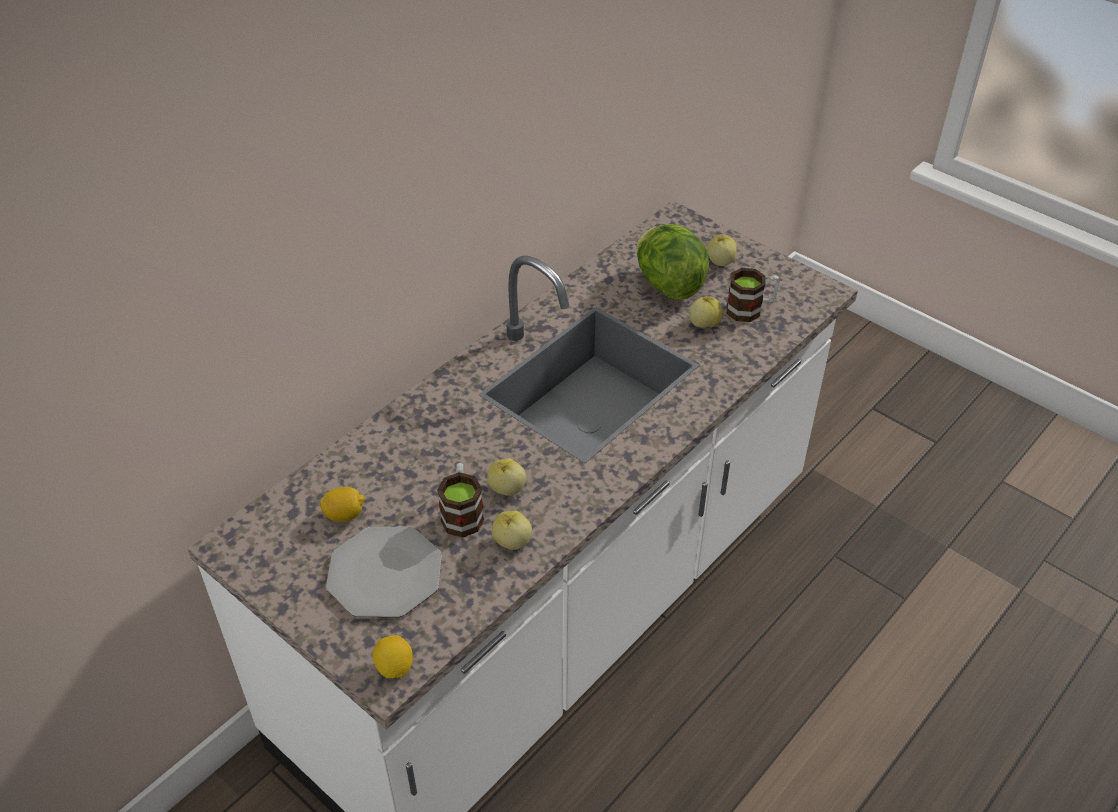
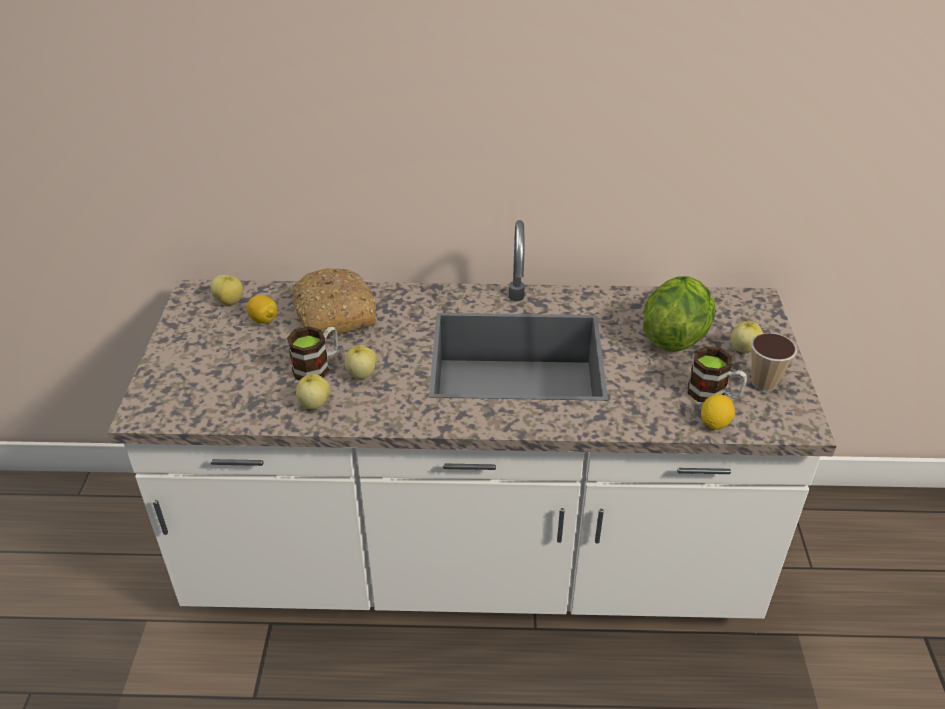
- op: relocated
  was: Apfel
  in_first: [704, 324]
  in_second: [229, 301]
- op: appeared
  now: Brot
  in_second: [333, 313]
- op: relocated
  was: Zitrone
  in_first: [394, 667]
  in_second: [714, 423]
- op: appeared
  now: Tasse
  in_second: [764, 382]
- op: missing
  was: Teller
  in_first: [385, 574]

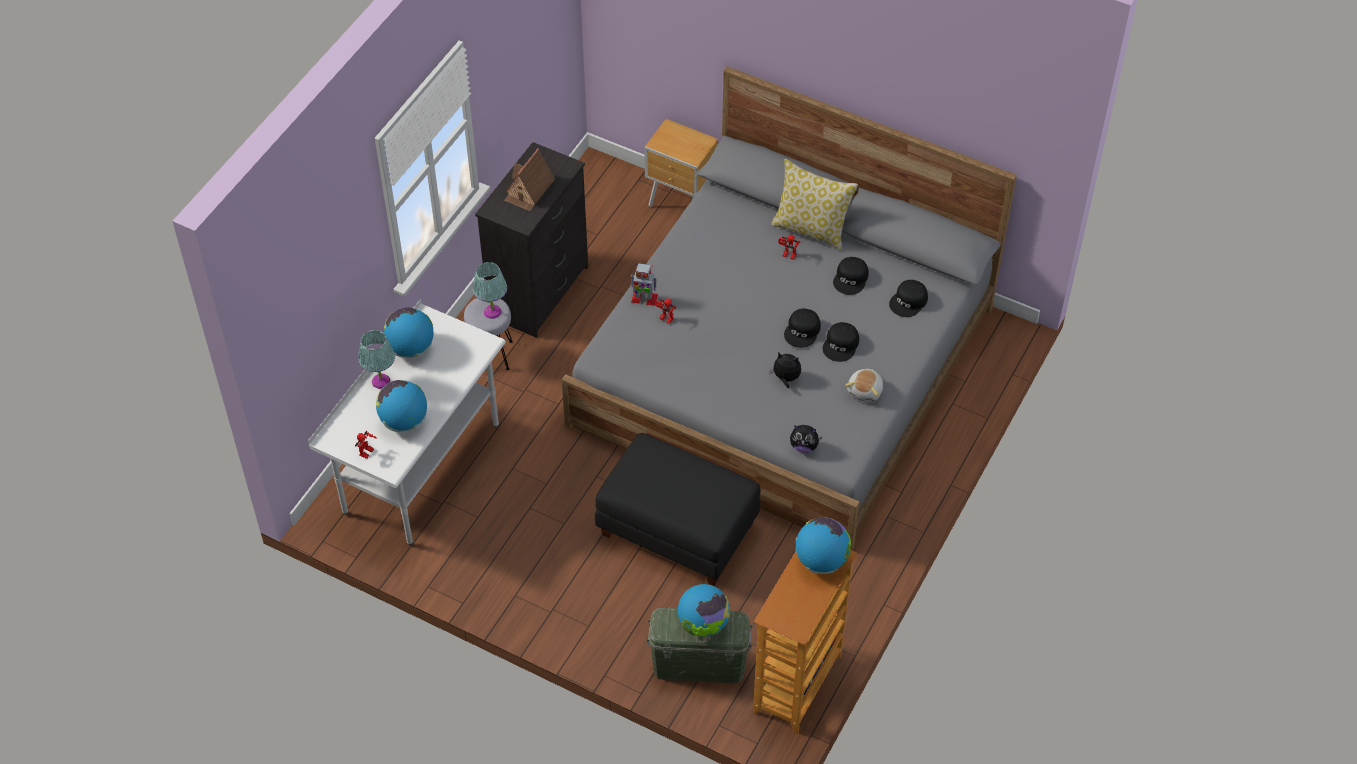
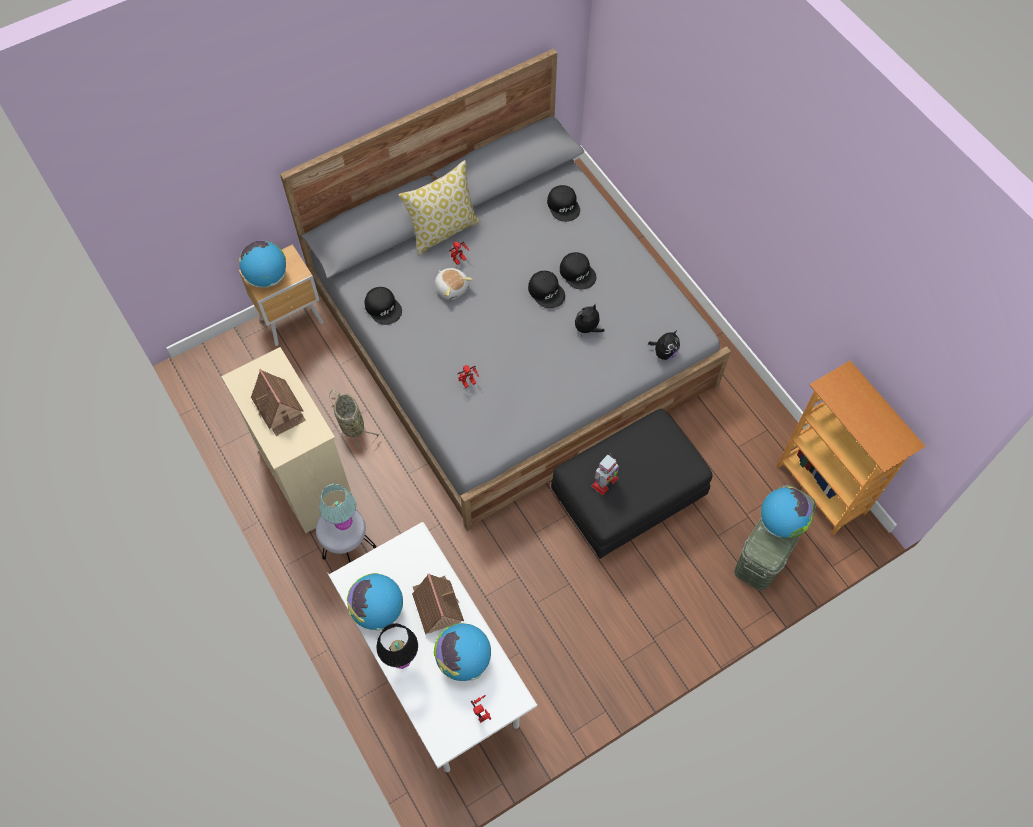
- op: colour
  was: Kommode [schwarz]
  now: Kommode [beige]
  in_first: [540, 291]
  in_second: [307, 477]
- op: relocated
  was: Globus
  in_first: [821, 560]
  in_second: [267, 277]
- op: appeared
  now: Korb
  in_second: [351, 425]
- op: relocated
  was: Kappe [schwarz]
  in_first: [851, 279]
  in_second: [383, 307]
- op: colour
  was: Tischlampe [türkis]
  now: Tischlampe [schwarz]
  in_first: [380, 381]
  in_second: [401, 658]
- op: appeared
  now: Spielzeughaus
  in_second: [437, 605]
- op: relocated
  was: Plüschtier
  in_first: [865, 391]
  in_second: [452, 288]
- op: relocated
  was: Spielzeugroboter
  in_first: [643, 298]
  in_second: [604, 482]

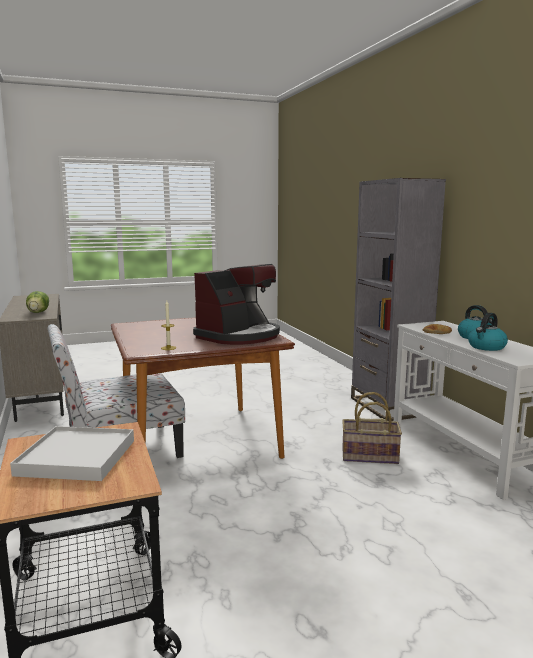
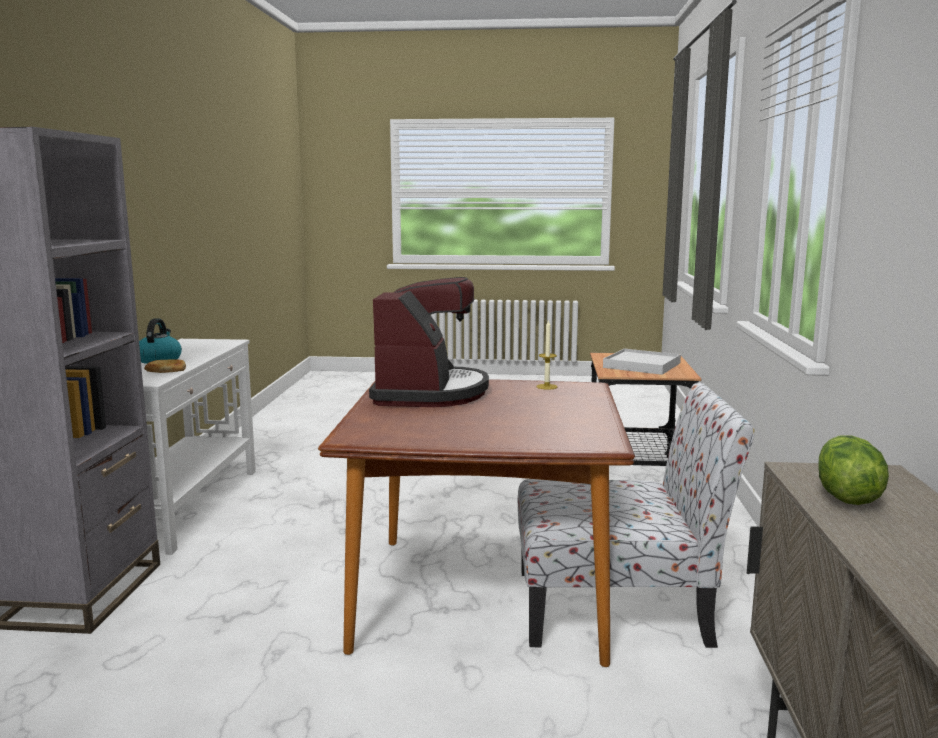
- op: spun
  was: Kaffeemaschine
  in_first: [239, 336]
  in_second: [429, 393]
  clockwise: 120
- op: missing
  was: Korb
  in_first: [369, 456]
- op: missing
  was: Wasserkessel
  in_first: [486, 347]

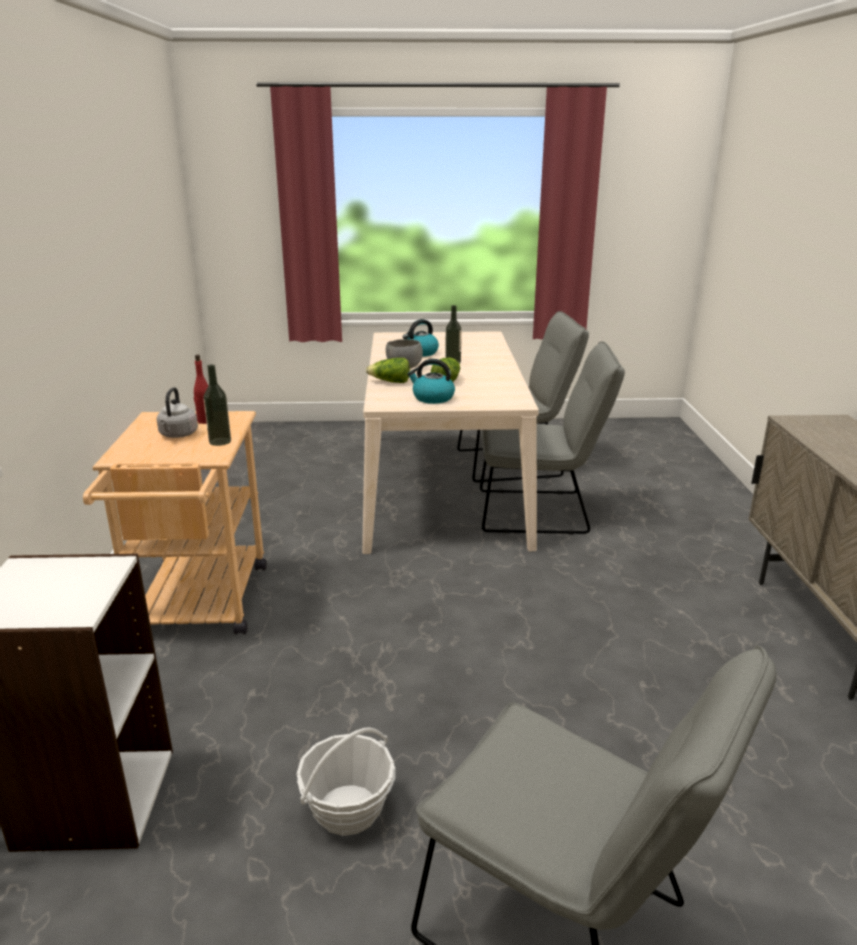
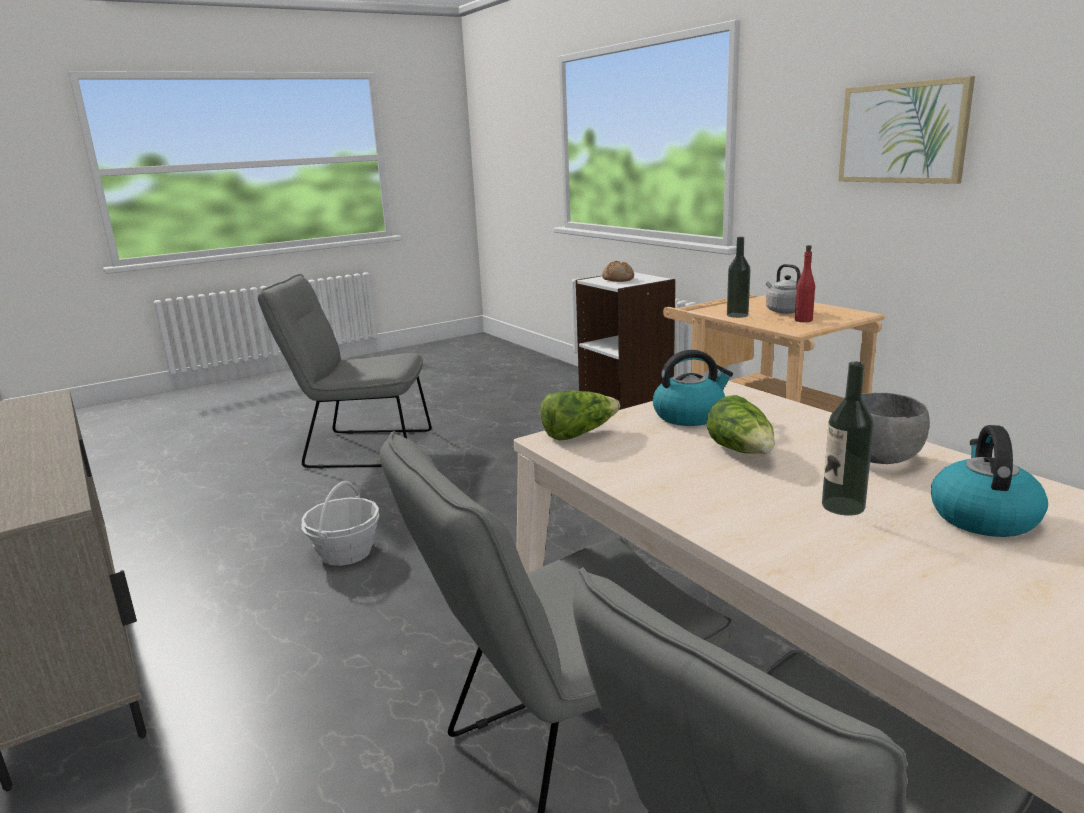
- op: relocated
  was: Korb
  in_first: [348, 809]
  in_second: [346, 552]
- op: relocated
  was: Salatkopf
  in_first: [390, 382]
  in_second: [578, 434]
- op: appeared
  now: Brot
  in_second: [618, 279]
- op: appeared
  now: Bild
  in_second: [903, 133]

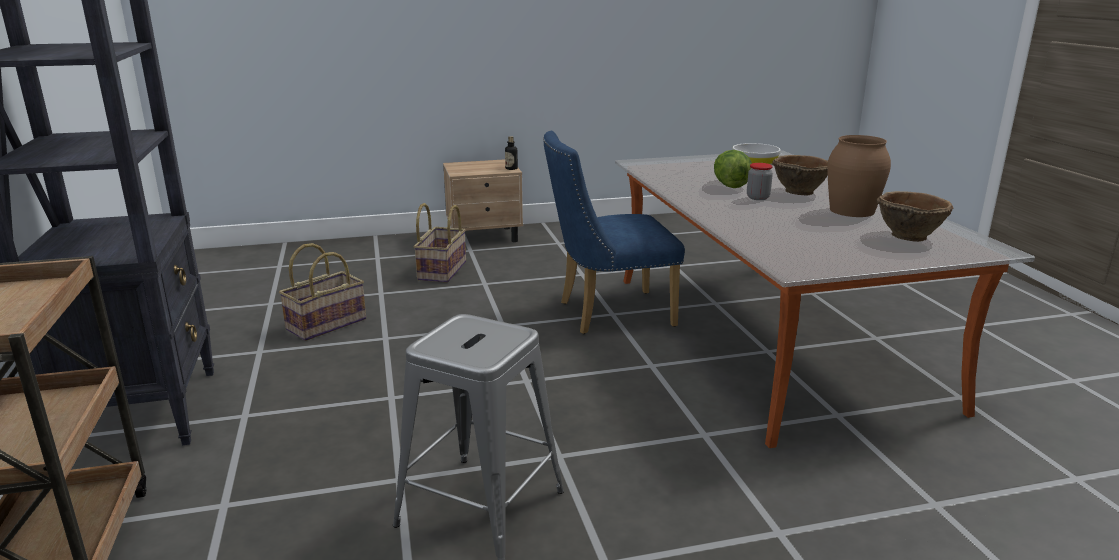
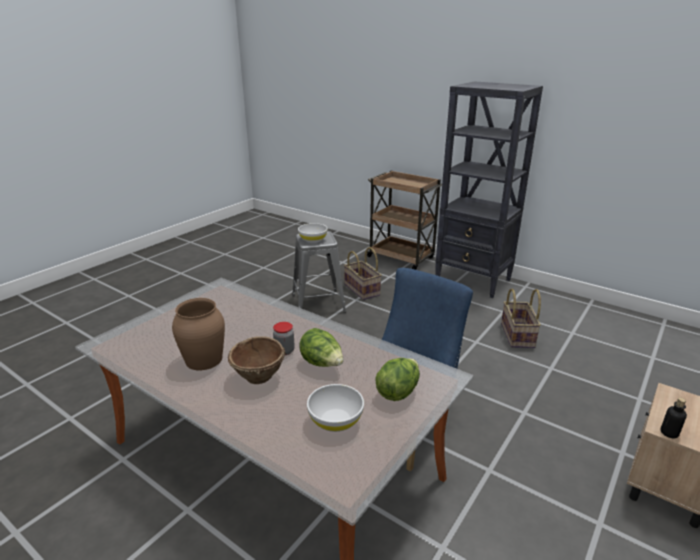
- op: appeared
  now: Schüssel [weiß]
  in_second: [313, 240]
- op: relocated
  was: Korb
  in_first: [441, 270]
  in_second: [362, 290]
- op: appeared
  now: Salatkopf
  in_second: [398, 391]
- op: missing
  was: Schüssel [braun]
  in_first: [908, 236]

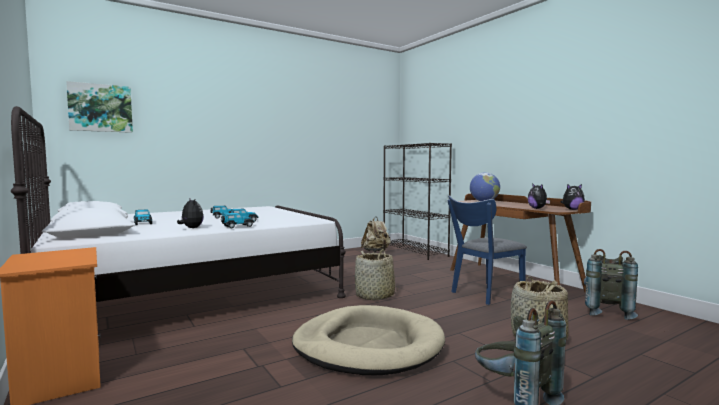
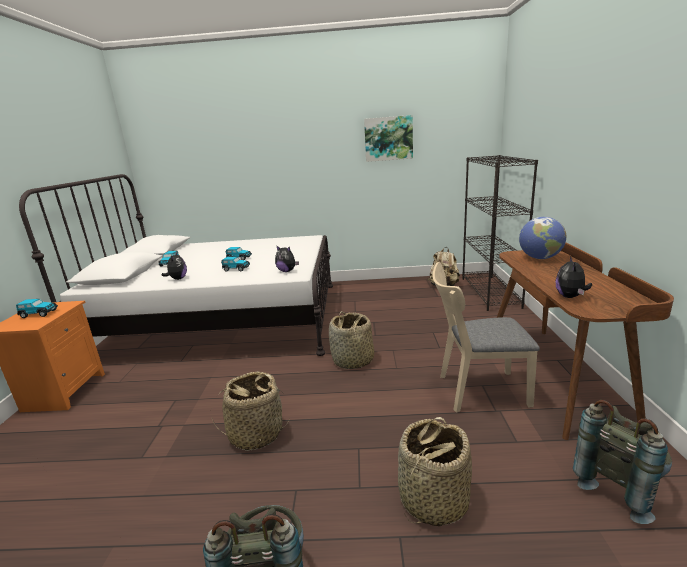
- op: relocated
  was: Spielzeugauto
  in_first: [237, 226]
  in_second: [38, 314]
- op: exchanged
  was: Hundebett [beige]
  now: Korb
  in_first: [368, 346]
  in_second: [255, 433]
- op: relocated
  was: Plüschtier
  in_first: [572, 209]
  in_second: [287, 271]
- op: relocated
  was: Bild
  in_first: [100, 108]
  in_second: [388, 138]
- op: colour
  was: Stuhl [blau]
  now: Stuhl [beige]
  in_first: [484, 294]
  in_second: [476, 391]

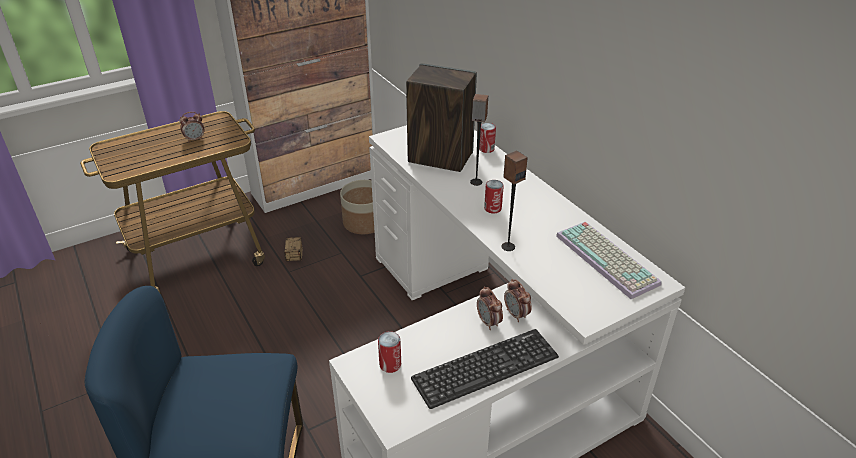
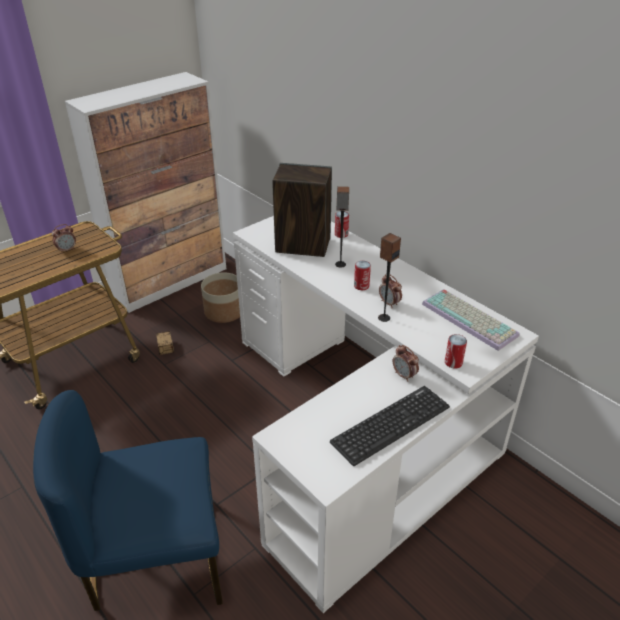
- op: relocated
  was: Wecker
  in_first: [488, 322]
  in_second: [389, 303]
- op: relocated
  was: Dose
  in_first: [390, 364]
  in_second: [453, 362]

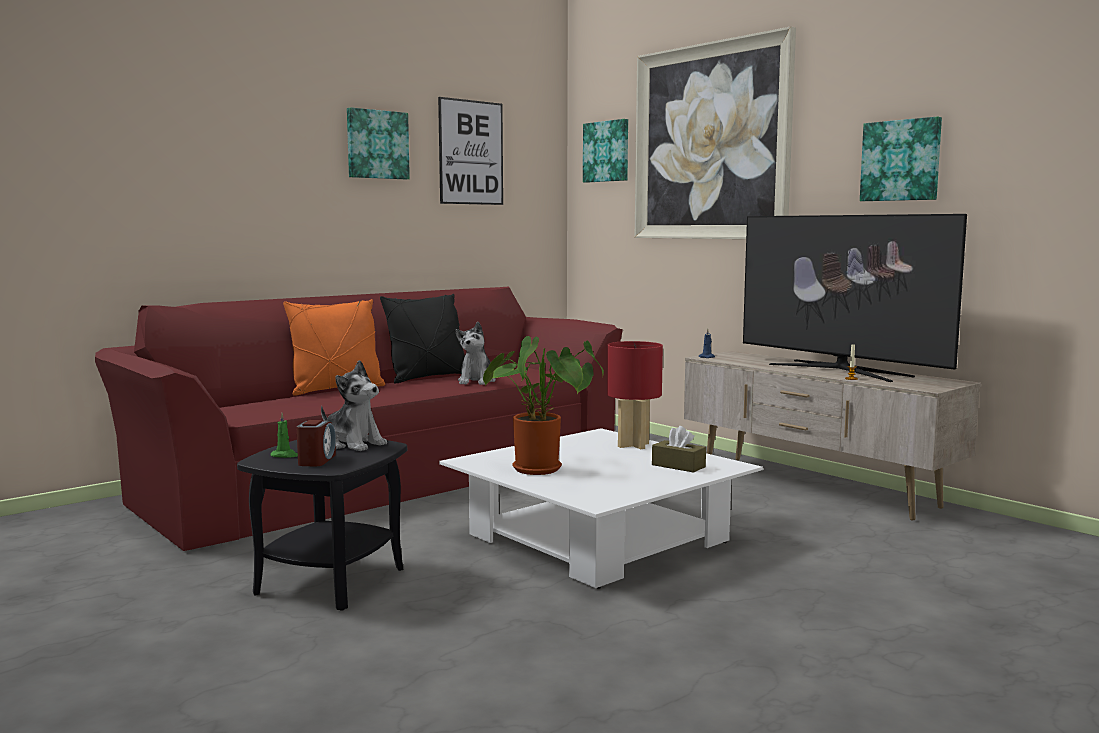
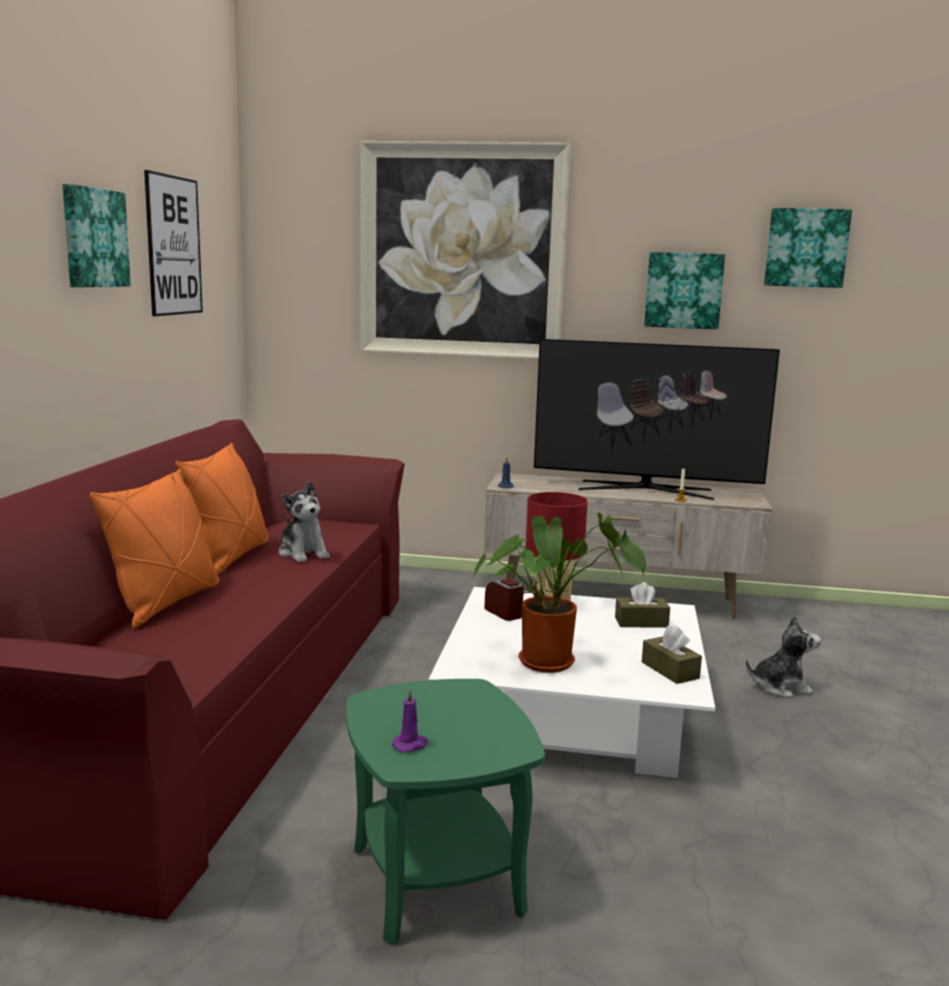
- op: colour
  was: Kissen [schwarz]
  now: Kissen [orange]
  in_first: [427, 377]
  in_second: [229, 557]
- op: colour
  was: Beistelltisch [schwarz]
  now: Beistelltisch [grün]
  in_first: [330, 581]
  in_second: [436, 881]
- op: colour
  was: Kerze [grün]
  now: Kerze [lila]
  in_first: [285, 455]
  in_second: [411, 745]
- op: relocated
  was: Wecker
  in_first: [316, 460]
  in_second: [504, 613]
- op: appeared
  now: Taschentuchbox [braun]
  in_second: [670, 670]
- op: relocated
  was: Plüschtier
  in_first: [353, 444]
  in_second: [780, 687]
- op: relocated
  was: Bild
  in_first: [607, 151]
  in_second: [806, 248]

